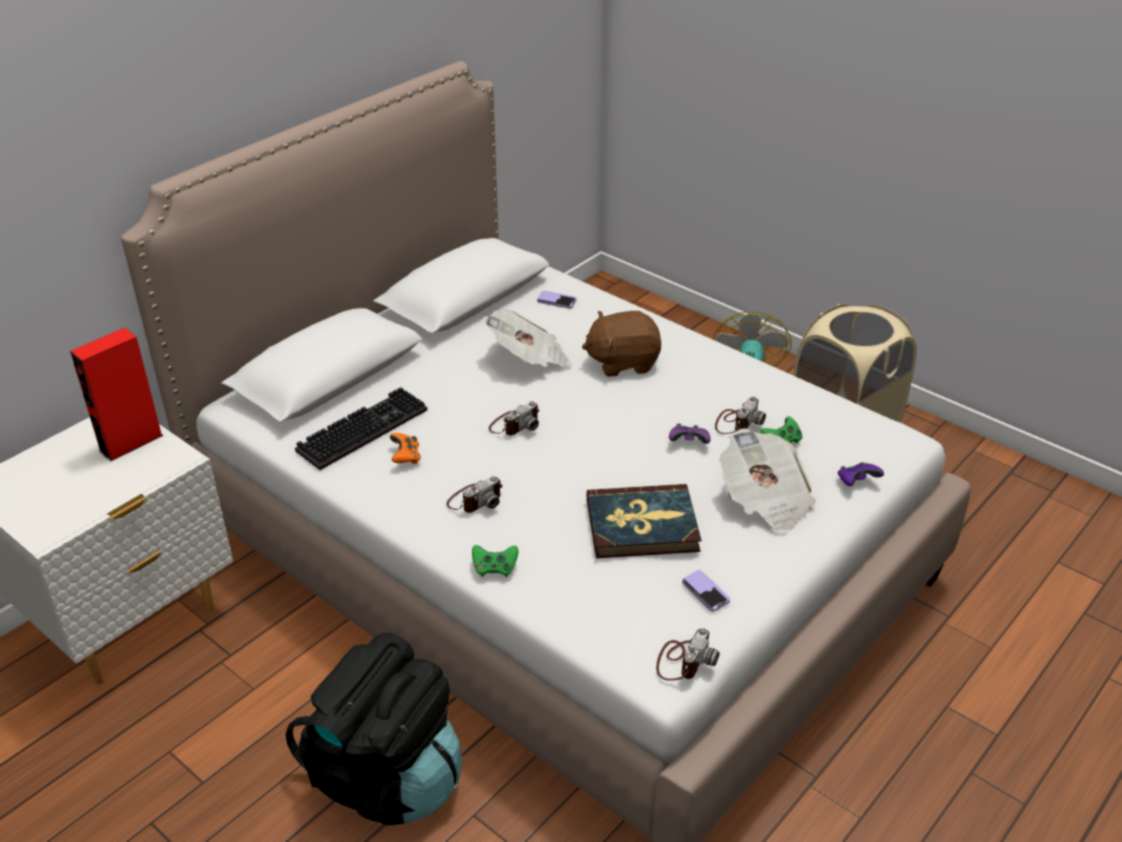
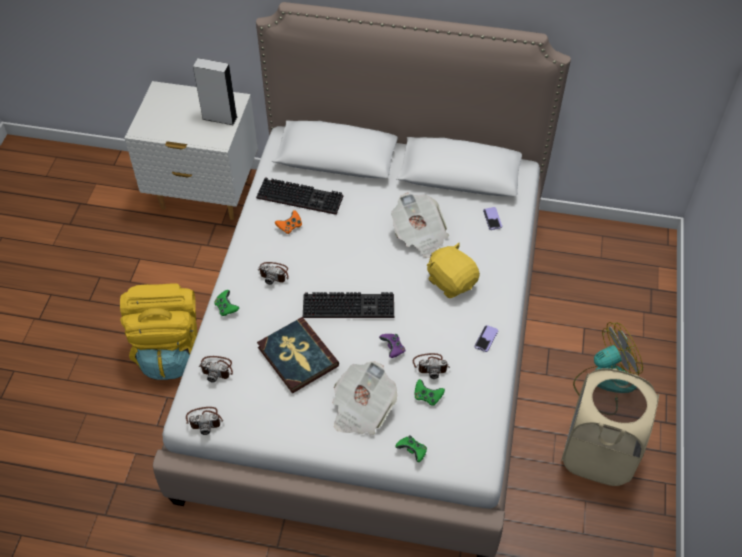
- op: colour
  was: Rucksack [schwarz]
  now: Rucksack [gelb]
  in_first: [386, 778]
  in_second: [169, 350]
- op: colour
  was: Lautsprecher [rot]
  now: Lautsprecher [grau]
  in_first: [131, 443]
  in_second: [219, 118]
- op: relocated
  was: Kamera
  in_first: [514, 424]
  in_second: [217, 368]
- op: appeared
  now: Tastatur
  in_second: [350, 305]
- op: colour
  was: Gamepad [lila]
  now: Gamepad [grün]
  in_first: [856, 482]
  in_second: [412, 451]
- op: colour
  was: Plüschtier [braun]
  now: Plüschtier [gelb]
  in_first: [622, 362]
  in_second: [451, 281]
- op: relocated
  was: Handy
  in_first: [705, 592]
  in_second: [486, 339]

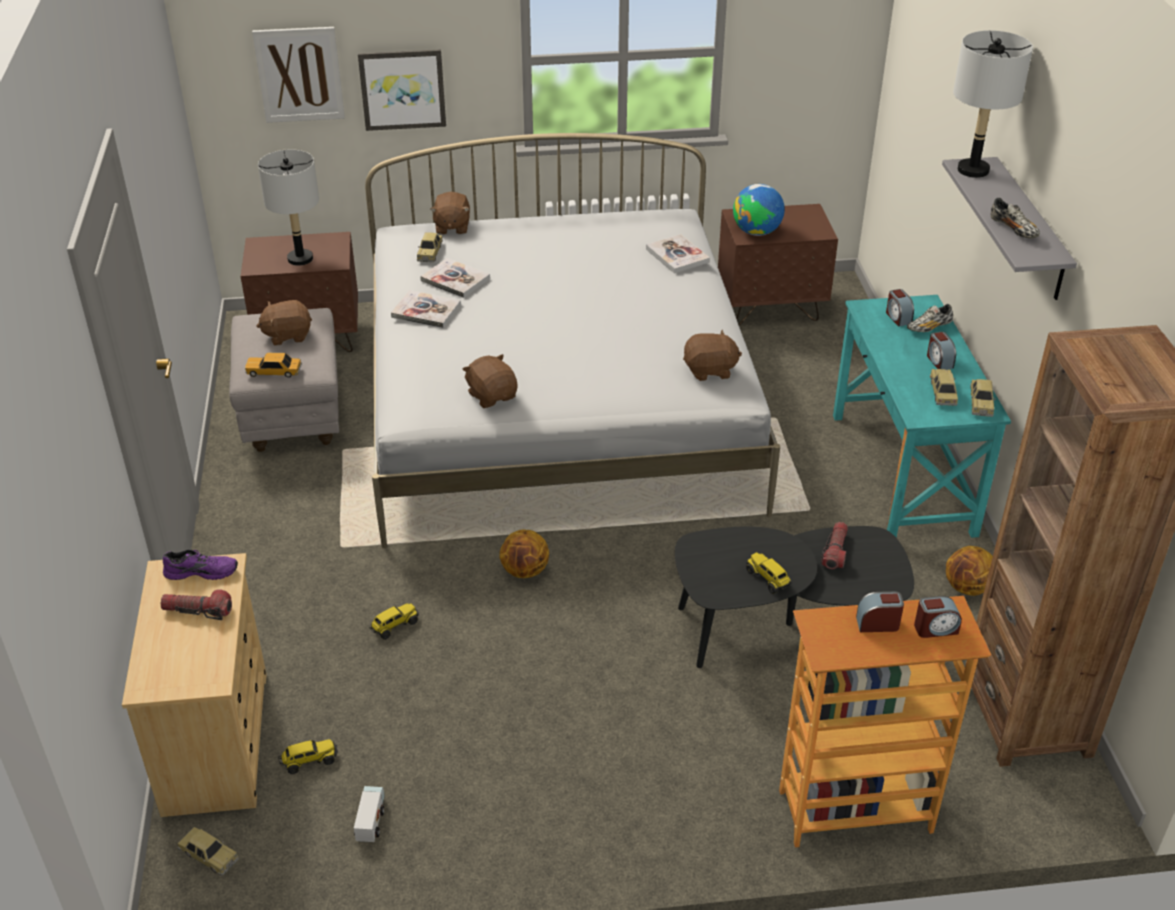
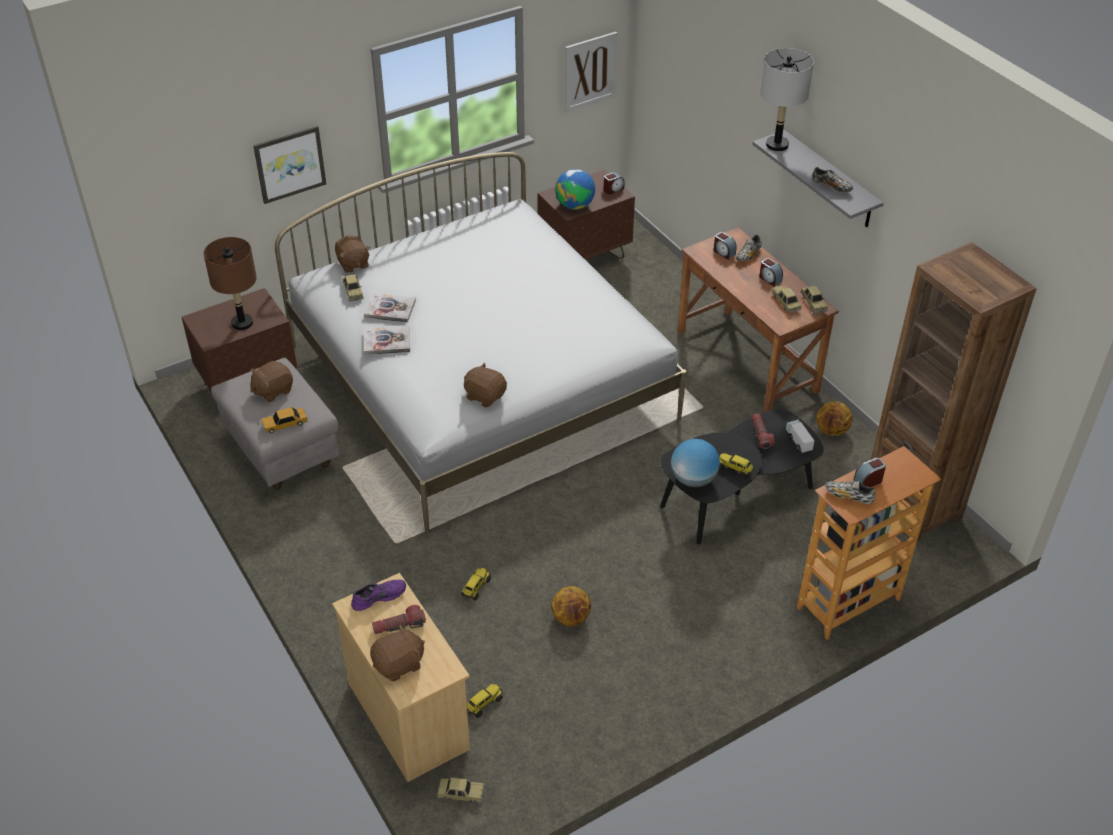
- op: colour
  was: Tischlampe [grau]
  now: Tischlampe [braun]
  in_first: [300, 259]
  in_second: [242, 323]
- op: relocated
  was: Plüschtier [braun]
  in_first: [710, 371]
  in_second: [399, 664]
- op: relocated
  was: Basketball
  in_first: [525, 571]
  in_second: [571, 618]
- op: relocated
  was: Bild
  in_first: [299, 74]
  in_second: [590, 71]
- op: relocated
  was: Wecker
  in_first: [935, 628]
  in_second: [613, 189]
- op: appeared
  now: Globus
  in_second: [693, 479]
- op: colour
  was: Schreibtisch [türkis]
  now: Schreibtisch [braun]
  in_first: [902, 473]
  in_second: [747, 361]
- op: relocated
  was: Spielzeuglaster
  in_first: [370, 820]
  in_second: [798, 441]
- op: appeared
  now: Schuh
  in_second: [848, 496]
- op: missing
  was: Buch
  in_first: [677, 255]

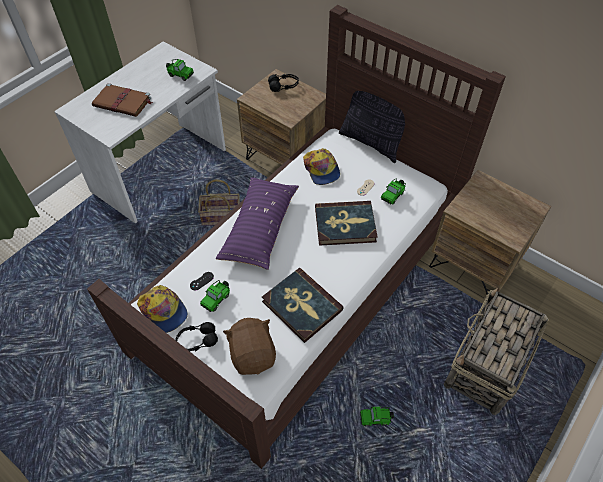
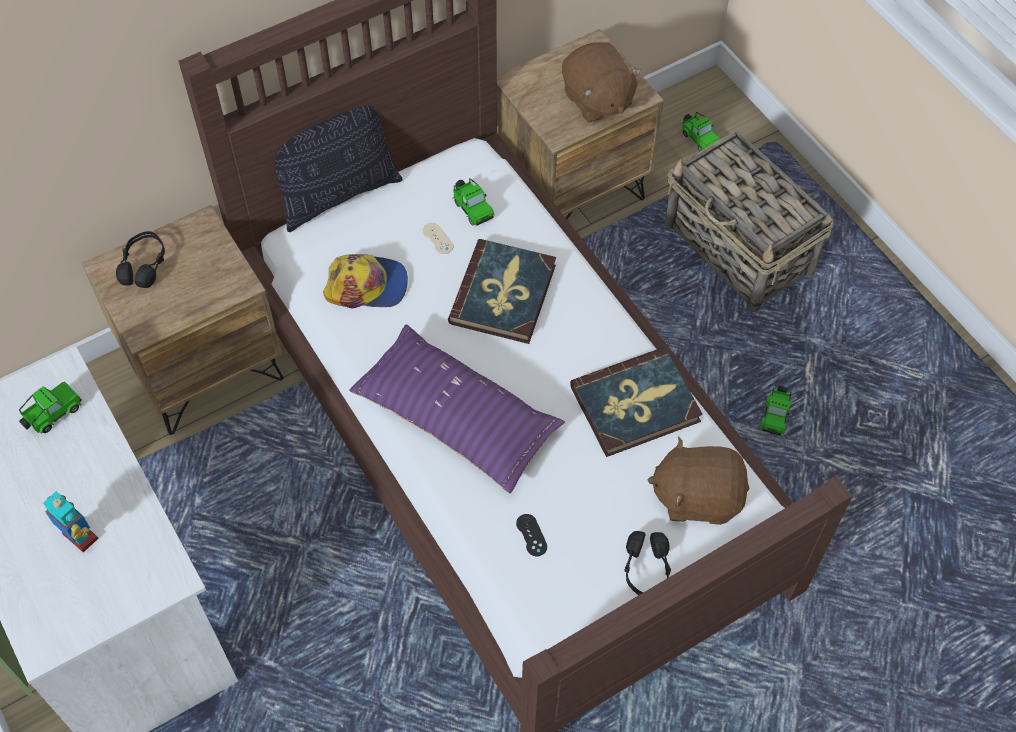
- op: exchanged
  was: Buch [braun]
  now: Spielzeugroboter
  in_first: [123, 102]
  in_second: [80, 537]
- op: appeared
  now: Plüschtier [braun]
  in_second: [597, 100]
- op: relocated
  was: Spielzeugauto
  in_first: [217, 299]
  in_second: [698, 138]
- op: missing
  was: Kappe
  in_first: [164, 311]
- op: missing
  was: Korb
  in_first: [222, 216]

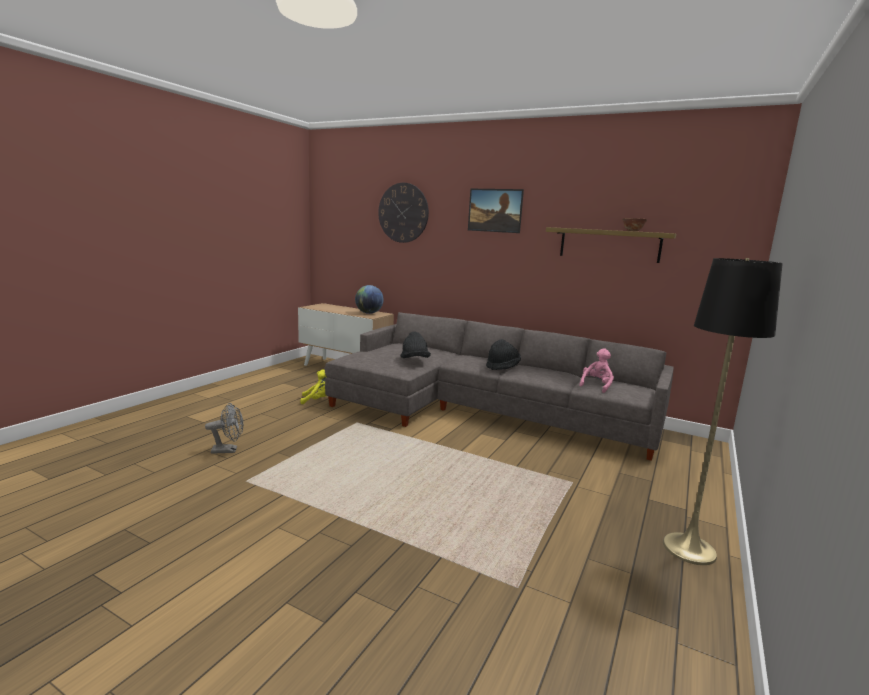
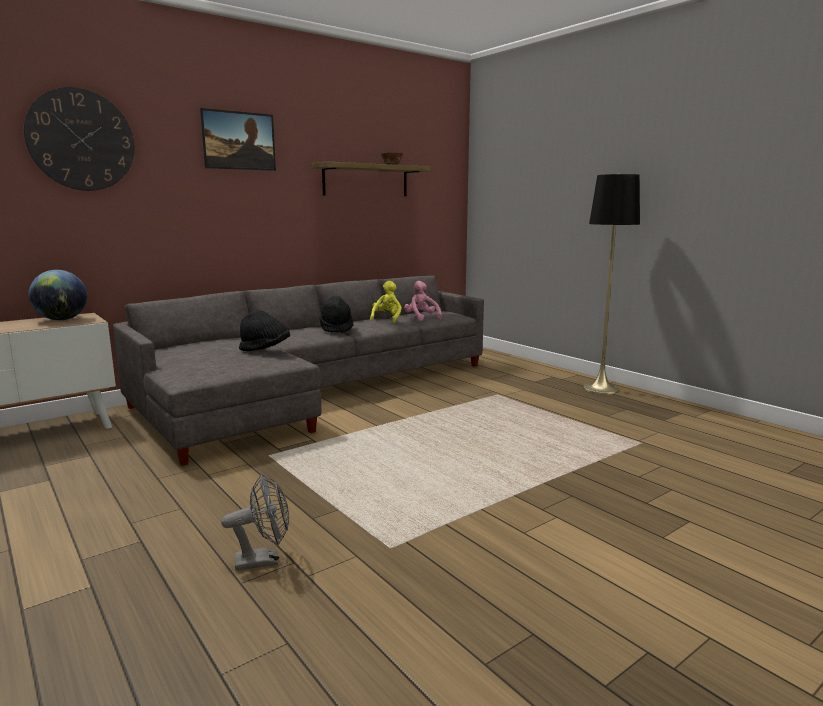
- op: spun
  was: Ventilator [grau]
  in_first: [228, 450]
  in_second: [264, 560]
  clockwise: 60
- op: relocated
  was: Plüschtier [gelb]
  in_first: [317, 400]
  in_second: [387, 319]

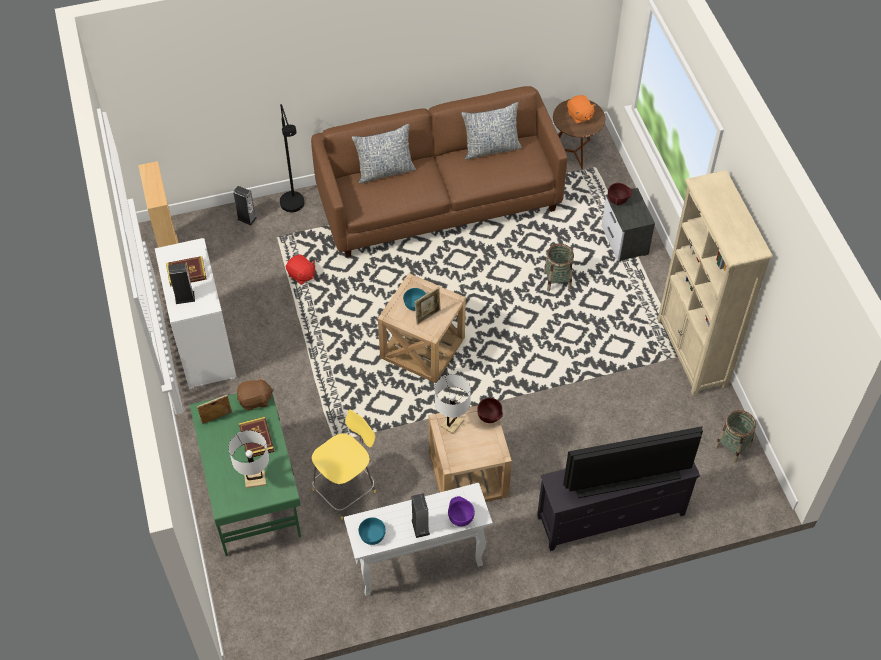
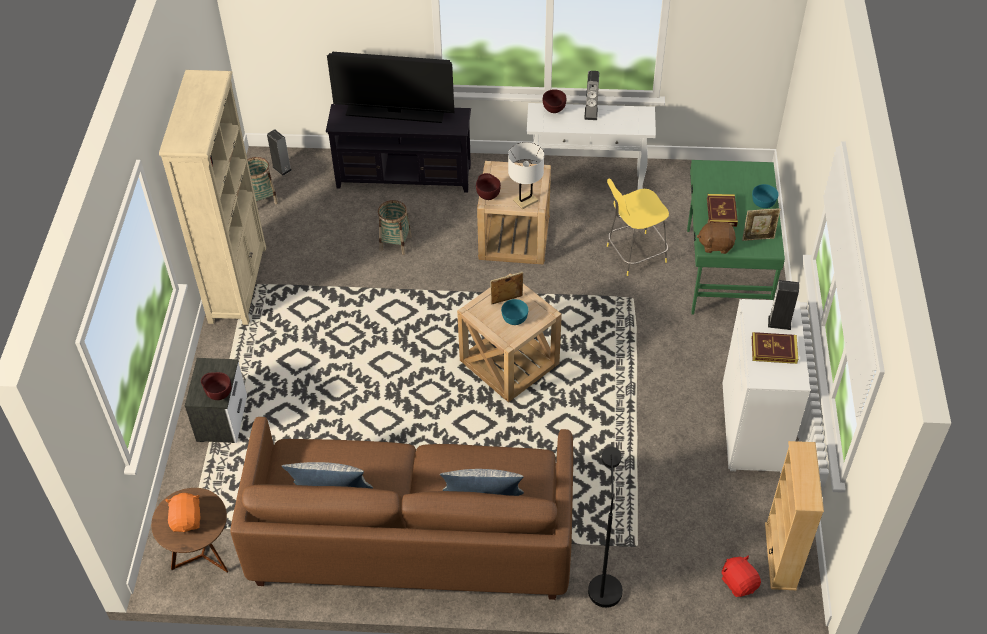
- op: relocated
  was: Lautsprecher
  in_first: [246, 218]
  in_second: [282, 168]
- op: relocated
  was: Korb
  in_first: [557, 280]
  in_second: [395, 243]
- op: colour
  was: Schüssel [lila]
  now: Schüssel [braun]
  in_first: [460, 518]
  in_second: [554, 111]
- op: relocated
  was: Plüschtier [rot]
  in_first: [301, 275]
  in_second: [739, 582]
- op: relocated
  was: Schüssel [türkis]
  in_first: [372, 535]
  in_second: [763, 202]
- op: missing
  was: Tischlampe [weiß]
  in_first: [255, 479]

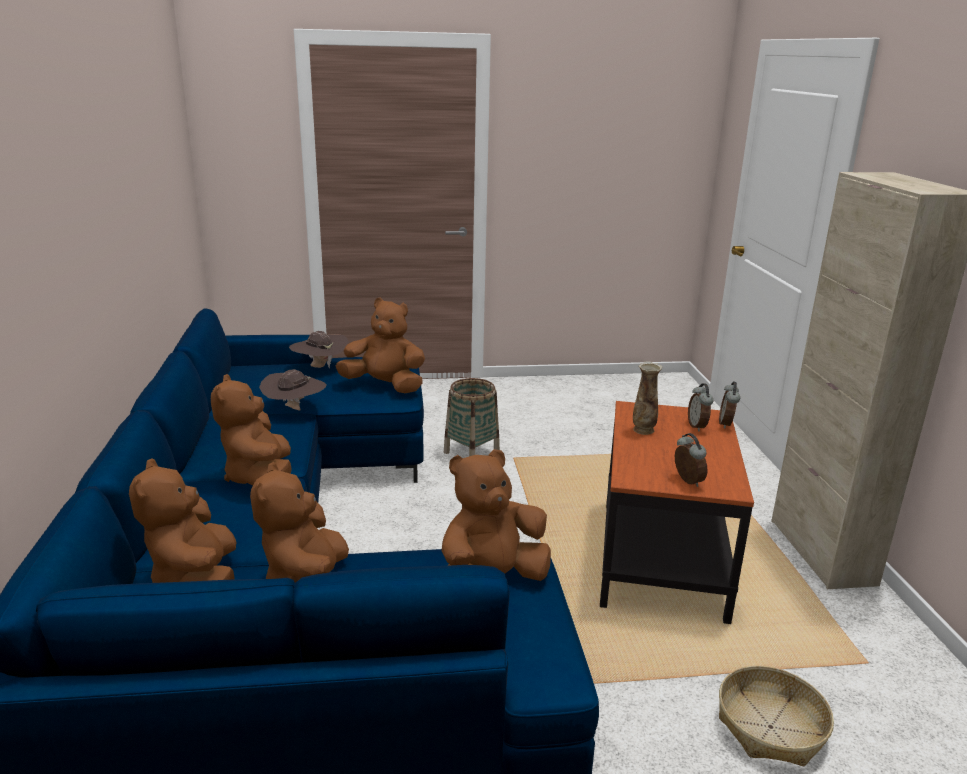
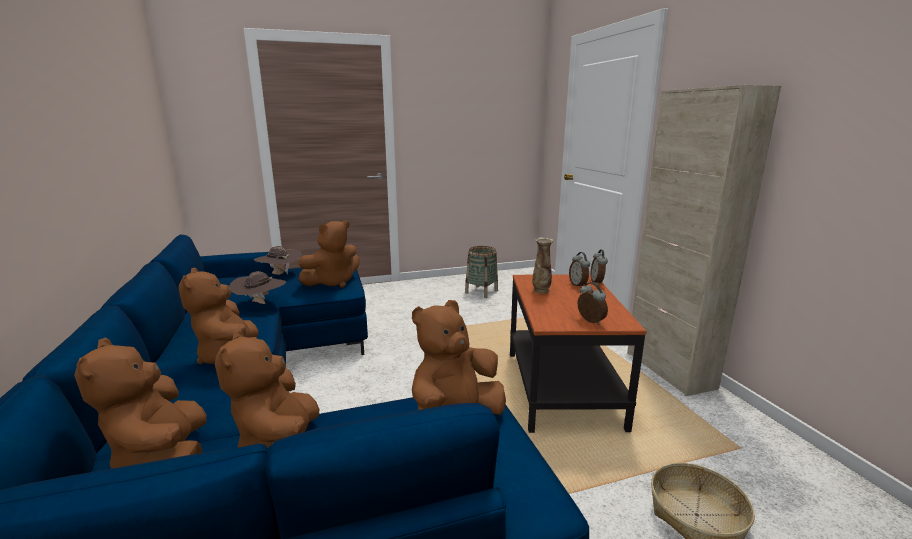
- op: spun
  was: Plüschtier [braun]
  in_first: [385, 386]
  in_second: [333, 282]
  clockwise: 135
- op: relocated
  was: Korb
  in_first: [471, 453]
  in_second: [481, 292]

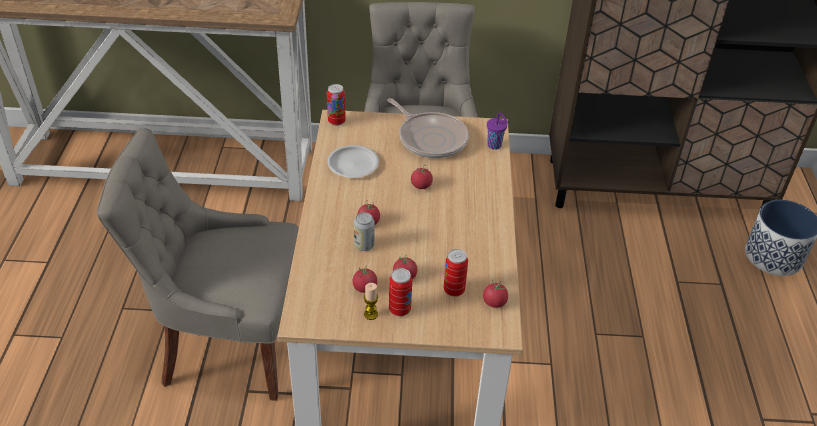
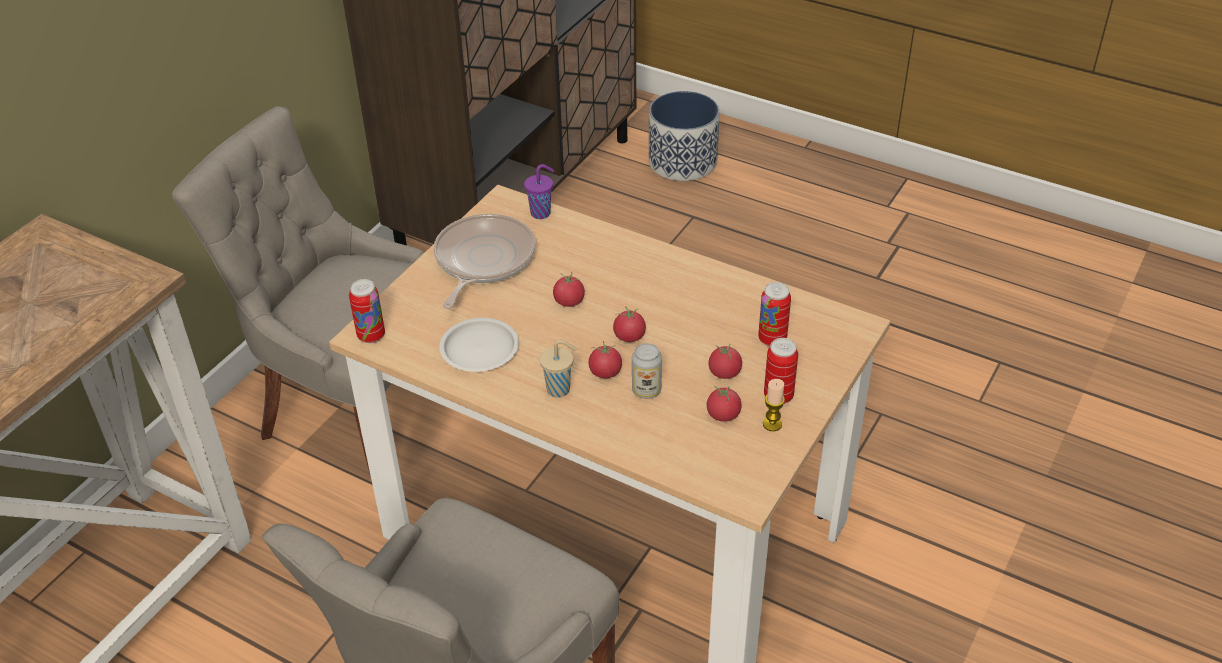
- op: spun
  was: Pfanne
  in_first: [430, 138]
  in_second: [482, 261]
  clockwise: -60
- op: appeared
  now: Tasse [beige]
  in_second: [560, 389]
- op: relocated
  was: Tomate
  in_first: [494, 302]
  in_second: [629, 336]

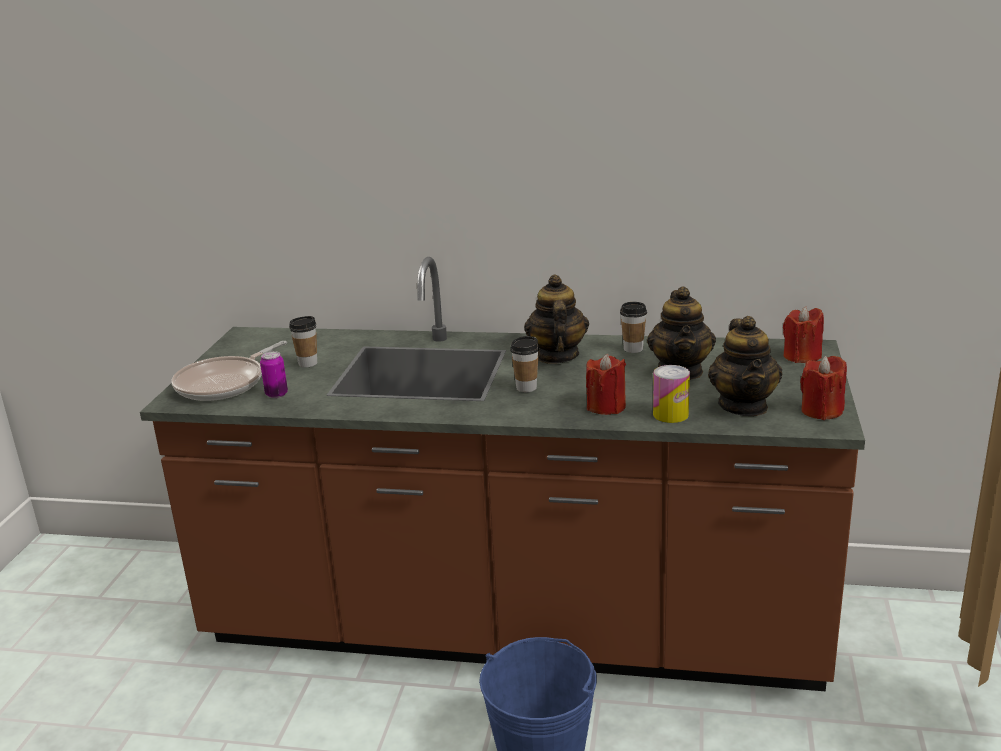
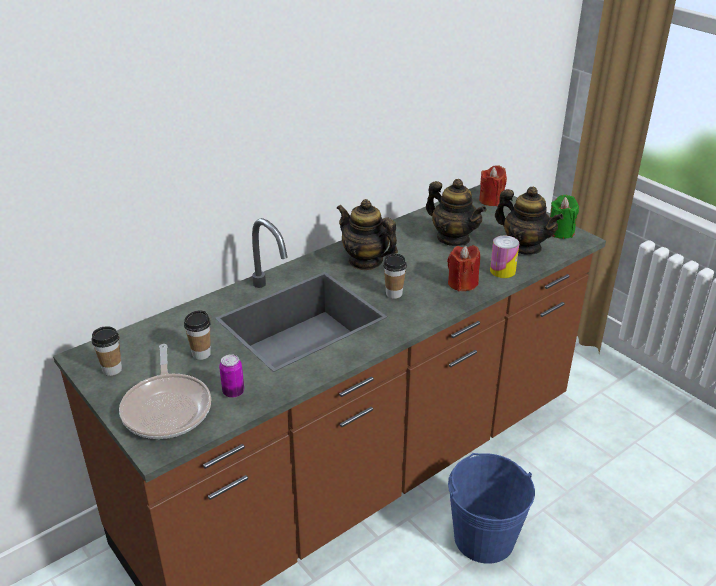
- op: relocated
  was: Tasse
  in_first: [633, 349]
  in_second: [112, 369]
- op: colour
  was: Kerze [rot]
  now: Kerze [grün]
  in_first: [821, 411]
  in_second: [561, 232]

